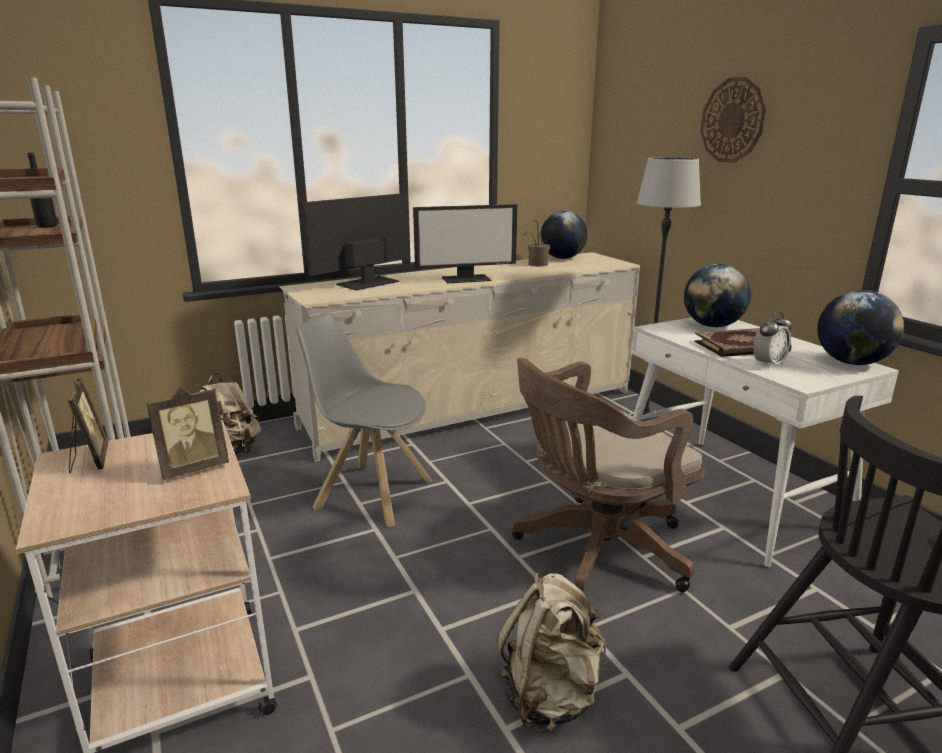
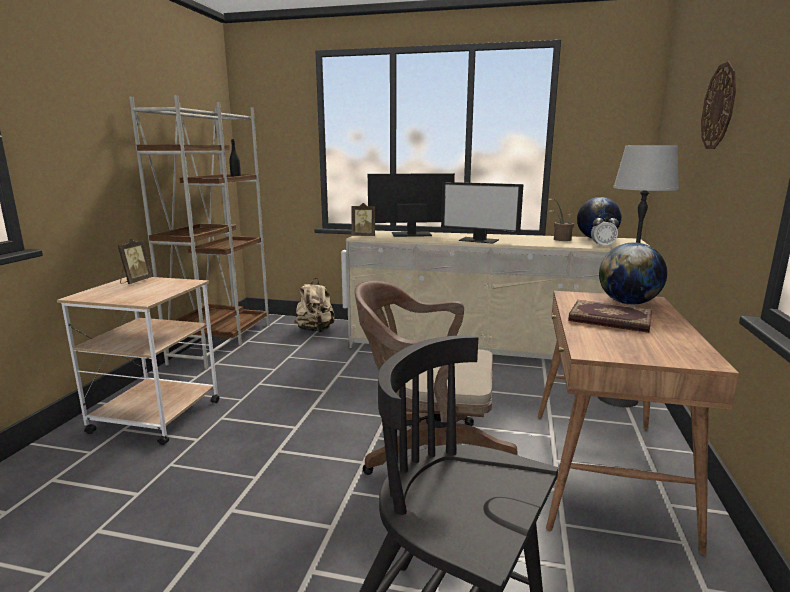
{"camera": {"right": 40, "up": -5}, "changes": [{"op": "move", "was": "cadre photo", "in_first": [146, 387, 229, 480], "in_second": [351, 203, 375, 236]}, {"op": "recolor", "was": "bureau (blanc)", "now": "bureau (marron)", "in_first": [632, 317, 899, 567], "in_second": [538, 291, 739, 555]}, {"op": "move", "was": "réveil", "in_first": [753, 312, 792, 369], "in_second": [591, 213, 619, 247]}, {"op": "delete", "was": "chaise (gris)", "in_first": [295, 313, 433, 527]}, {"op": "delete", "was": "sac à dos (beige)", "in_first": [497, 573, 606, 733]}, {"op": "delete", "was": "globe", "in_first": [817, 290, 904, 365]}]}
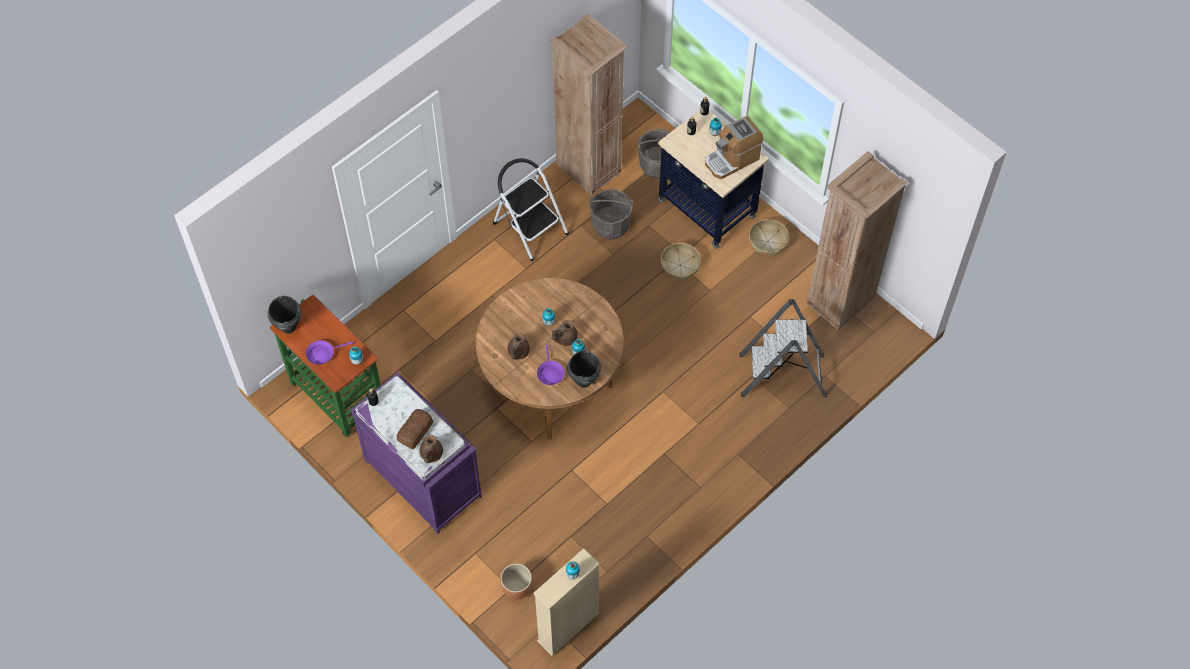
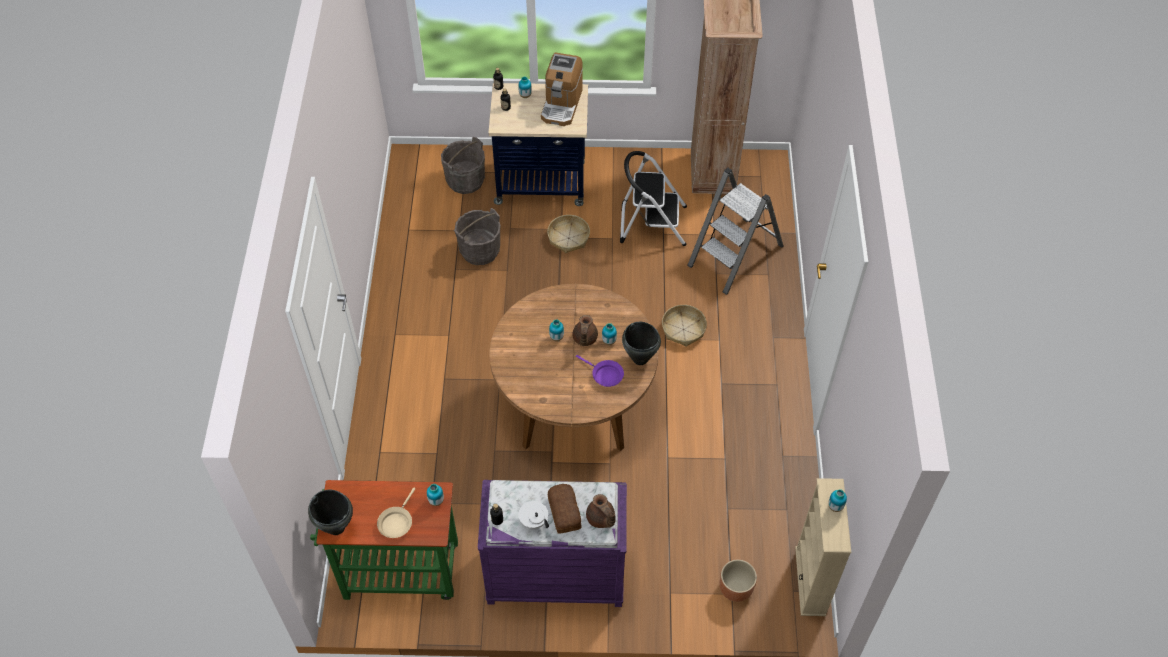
{"camera": {"right": -45, "up": -5}, "changes": [{"op": "recolor", "was": "poêle (violet)", "now": "poêle (beige)", "in_first": [306, 340, 353, 365], "in_second": [377, 487, 415, 538]}, {"op": "insert", "now": "théière (blanc)", "in_second": [516, 500, 549, 529]}, {"op": "move", "was": "escabeau", "in_first": [493, 158, 569, 261], "in_second": [620, 151, 687, 246]}, {"op": "move", "was": "panier", "in_first": [749, 219, 789, 256], "in_second": [662, 305, 707, 347]}, {"op": "delete", "was": "théière (marron)", "in_first": [507, 333, 530, 360]}, {"op": "delete", "was": "meuble de rangement (marron)", "in_first": [550, 13, 627, 195]}]}
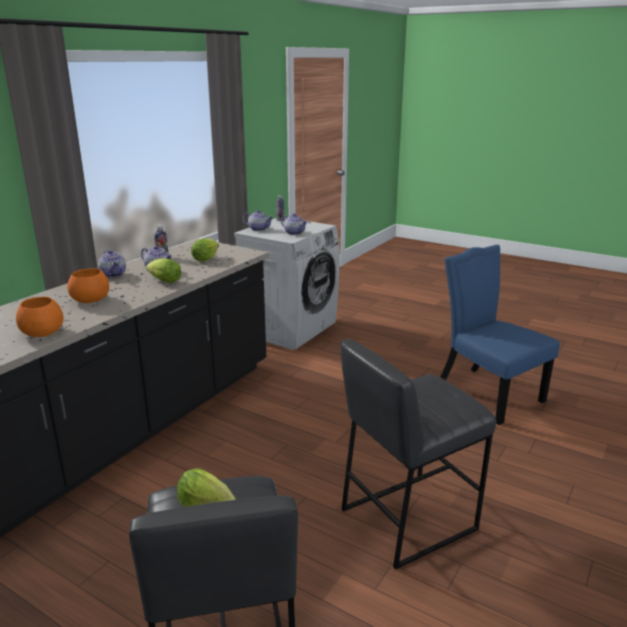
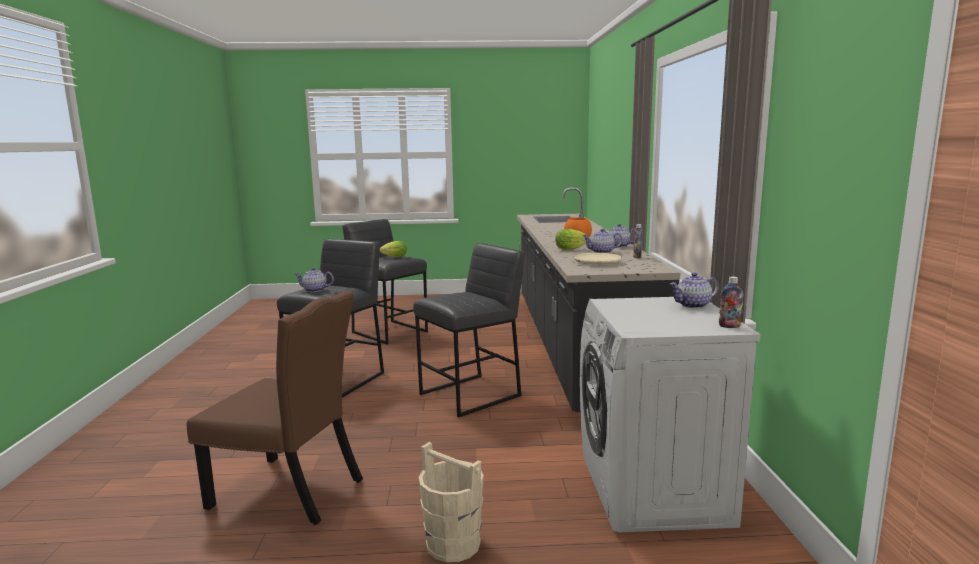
{"camera": {"right": 145, "up": -10}, "changes": [{"op": "recolor", "was": "chaise (bleu)", "now": "chaise (marron)", "in_first": [440, 245, 560, 425], "in_second": [187, 291, 363, 525]}, {"op": "move", "was": "théière", "in_first": [281, 213, 308, 235], "in_second": [295, 268, 334, 292]}, {"op": "insert", "now": "tabouret (gris)", "in_second": [413, 243, 525, 418]}, {"op": "insert", "now": "seau (beige)", "in_second": [418, 442, 484, 562]}, {"op": "replace", "was": "laitue", "now": "assiette (beige)", "in_first": [191, 238, 219, 261], "in_second": [574, 253, 622, 264]}, {"op": "delete", "was": "bol (orange)", "in_first": [16, 297, 64, 337]}]}
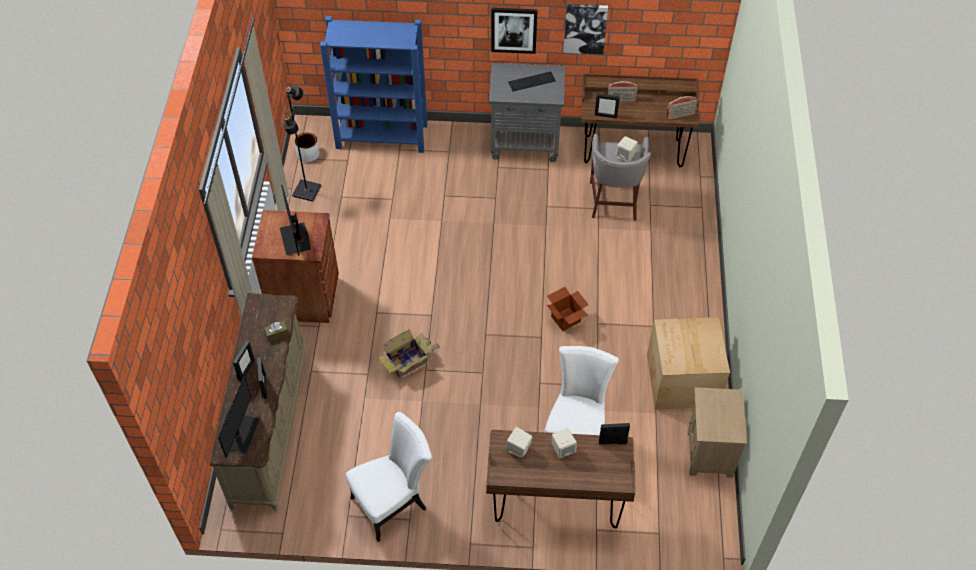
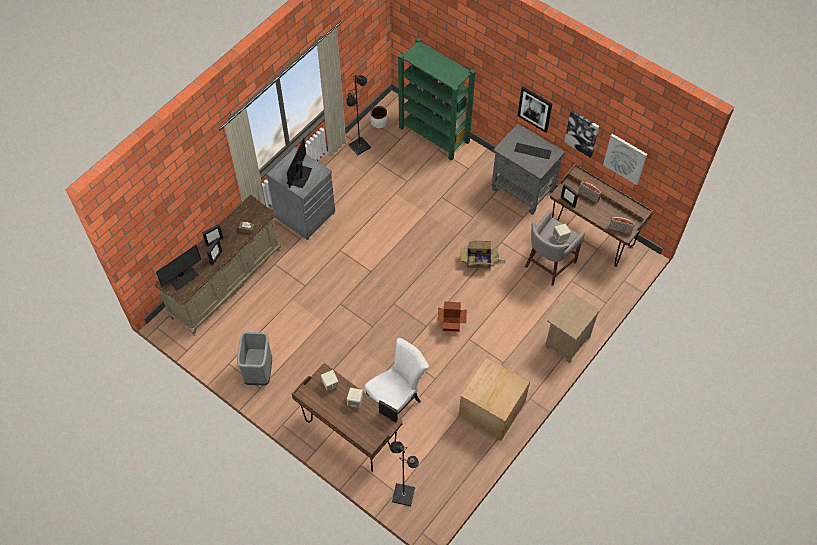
{"camera": {"right": 35, "up": 5}, "changes": [{"op": "replace", "was": "chaise (blanc)", "now": "poubelle (gris)", "in_first": [346, 412, 432, 542], "in_second": [237, 332, 272, 386]}, {"op": "recolor", "was": "commode (marron)", "now": "commode (gris)", "in_first": [252, 210, 339, 323], "in_second": [266, 147, 335, 240]}, {"op": "insert", "now": "lampadaire (noir)", "in_second": [390, 441, 419, 506]}, {"op": "recolor", "was": "bibliothèque (bleu)", "now": "bibliothèque (vert)", "in_first": [320, 16, 427, 153], "in_second": [398, 37, 475, 161]}, {"op": "move", "was": "carton", "in_first": [378, 329, 440, 378], "in_second": [461, 241, 505, 268]}, {"op": "move", "was": "table de chevet (beige)", "in_first": [688, 387, 747, 478], "in_second": [545, 292, 600, 363]}, {"op": "insert", "now": "tableau", "in_second": [603, 134, 647, 185]}]}
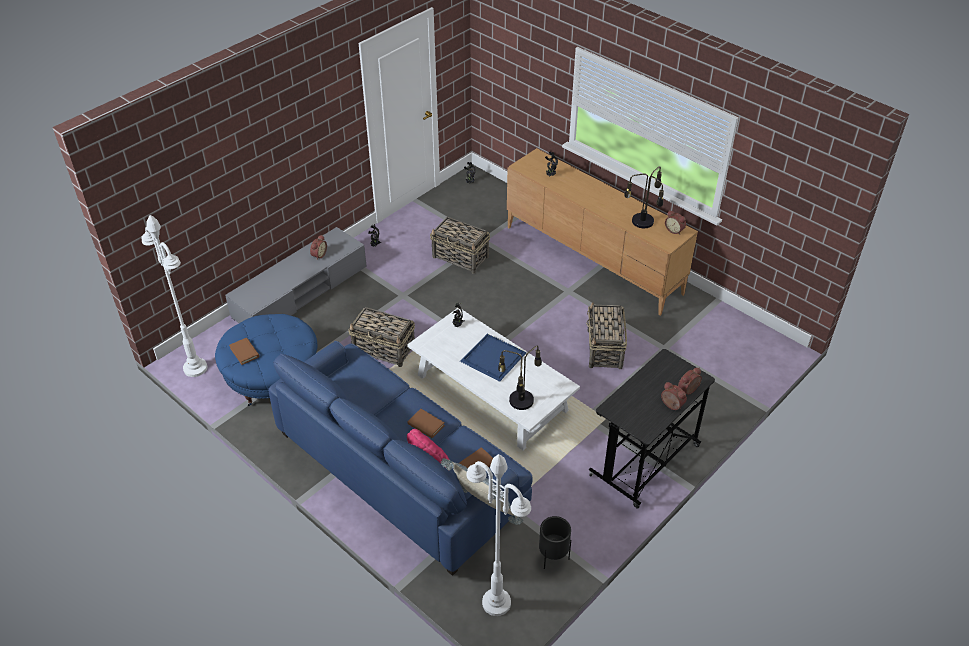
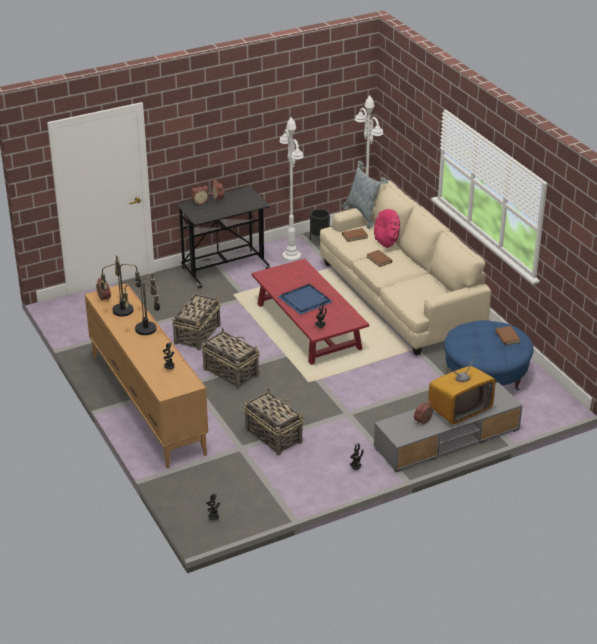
{"camera": {"right": -160, "up": -10}, "changes": [{"op": "move", "was": "lampe de table", "in_first": [498, 345, 542, 410], "in_second": [122, 273, 160, 335]}, {"op": "move", "was": "panier", "in_first": [348, 307, 415, 367], "in_second": [202, 327, 260, 389]}, {"op": "recolor", "was": "table basse (blanc)", "now": "table basse (rouge)", "in_first": [407, 308, 580, 450], "in_second": [252, 259, 369, 365]}, {"op": "move", "was": "lampadaire (blanc)", "in_first": [141, 215, 207, 377], "in_second": [279, 117, 304, 262]}, {"op": "recolor", "was": "canapé (bleu)", "now": "canapé (beige)", "in_first": [268, 341, 533, 576], "in_second": [320, 180, 491, 356]}, {"op": "insert", "now": "téléviseur", "in_second": [428, 355, 496, 425]}]}
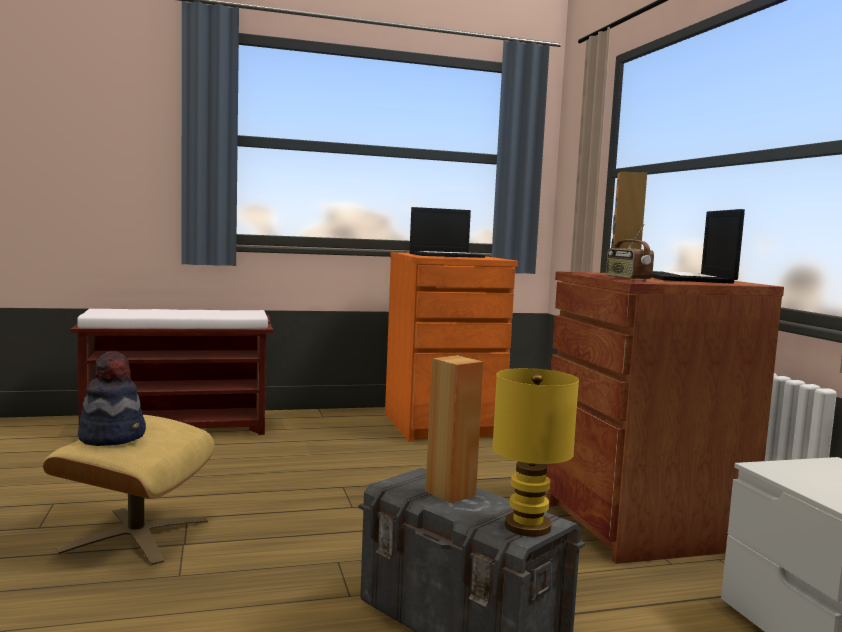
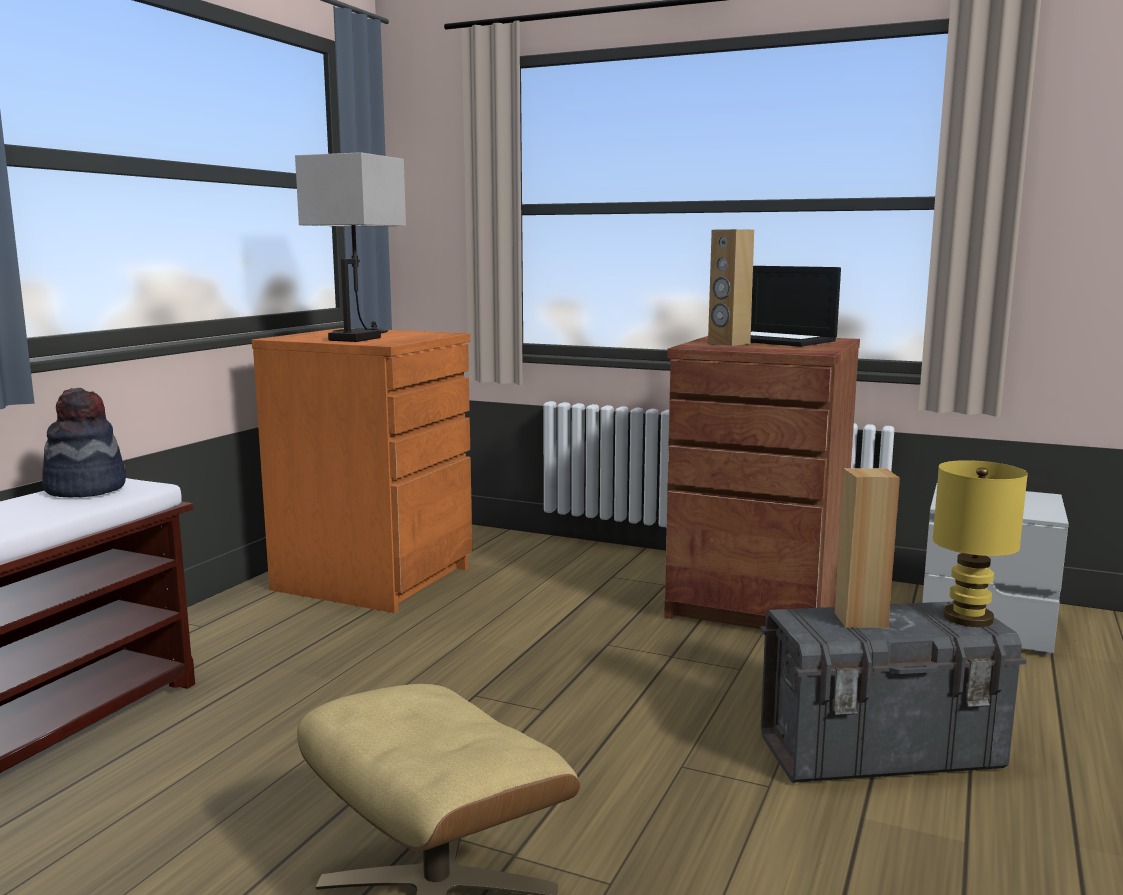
{"camera": {"right": -50, "up": 5}, "changes": [{"op": "move", "was": "chapeau", "in_first": [78, 351, 146, 446], "in_second": [42, 388, 126, 497]}, {"op": "replace", "was": "ordinateur portable", "now": "lampe de table", "in_first": [410, 207, 485, 258], "in_second": [295, 152, 406, 342]}, {"op": "delete", "was": "radio", "in_first": [606, 224, 654, 281]}]}
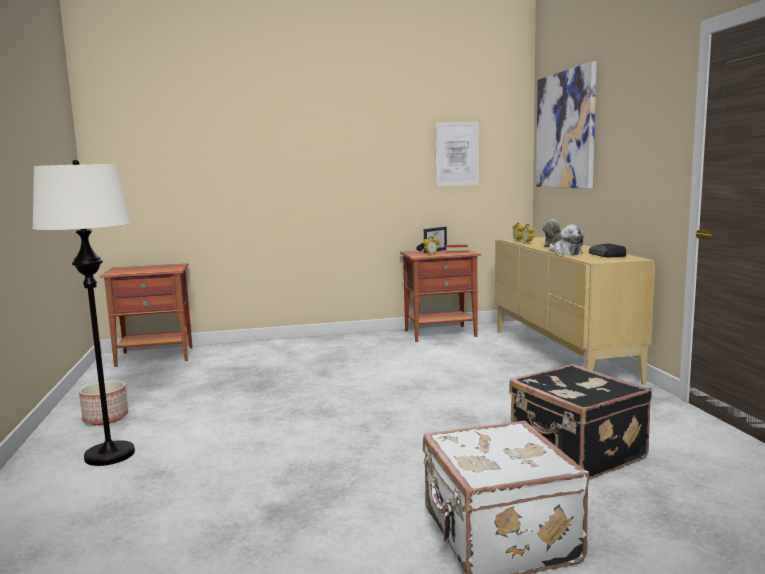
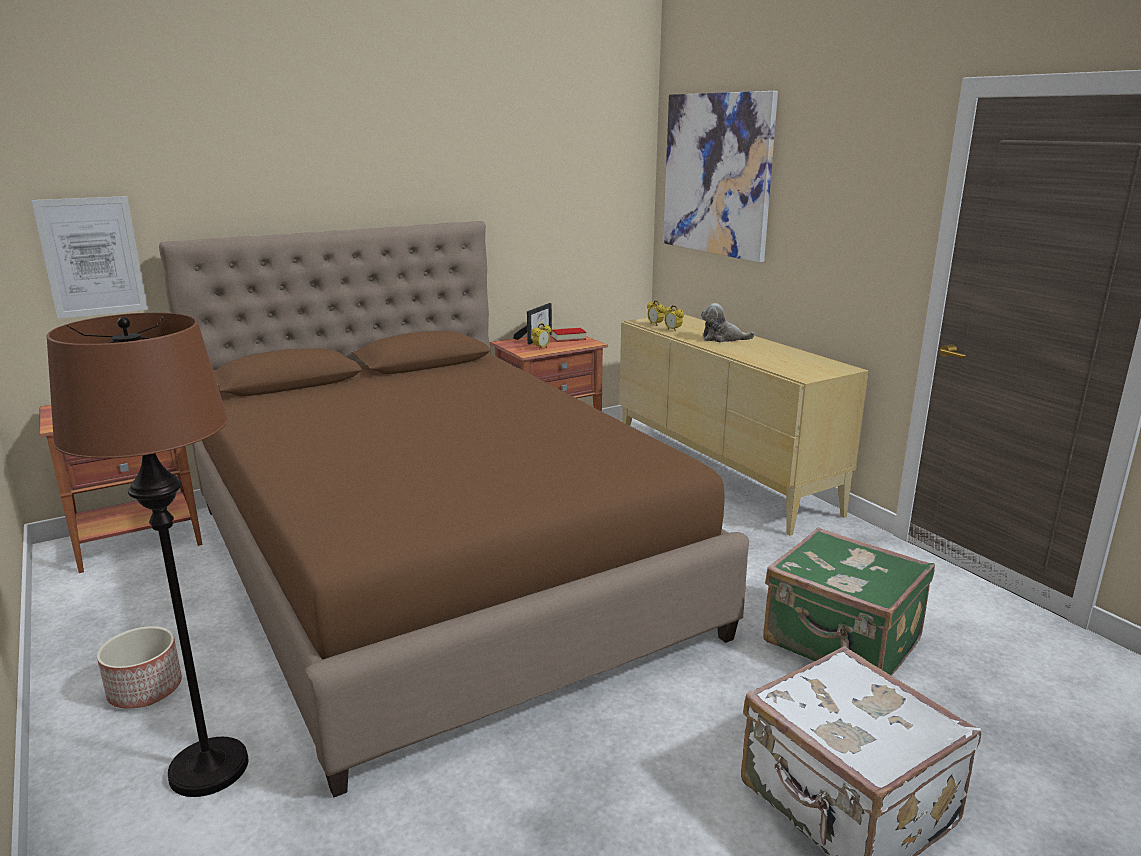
{"camera": {"right": -20, "up": 10}, "changes": [{"op": "move", "was": "tableau", "in_first": [435, 122, 479, 186], "in_second": [31, 196, 148, 319]}, {"op": "recolor", "was": "lampadaire (blanc)", "now": "lampadaire (marron)", "in_first": [32, 160, 135, 466], "in_second": [47, 313, 248, 797]}, {"op": "insert", "now": "lit (marron)", "in_second": [159, 221, 749, 798]}, {"op": "recolor", "was": "valise (noir)", "now": "valise (vert)", "in_first": [509, 364, 652, 480], "in_second": [763, 527, 935, 676]}, {"op": "delete", "was": "peluche", "in_first": [549, 224, 584, 255]}, {"op": "delete", "was": "radio", "in_first": [589, 243, 626, 257]}]}
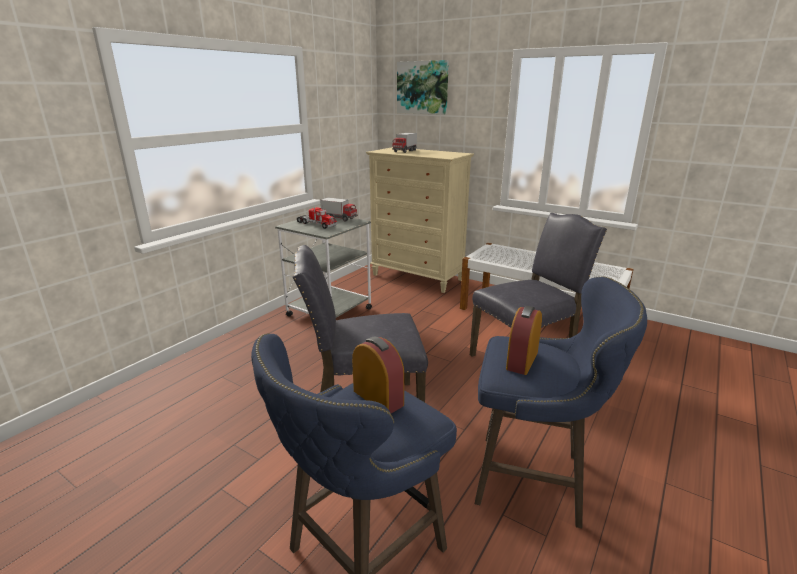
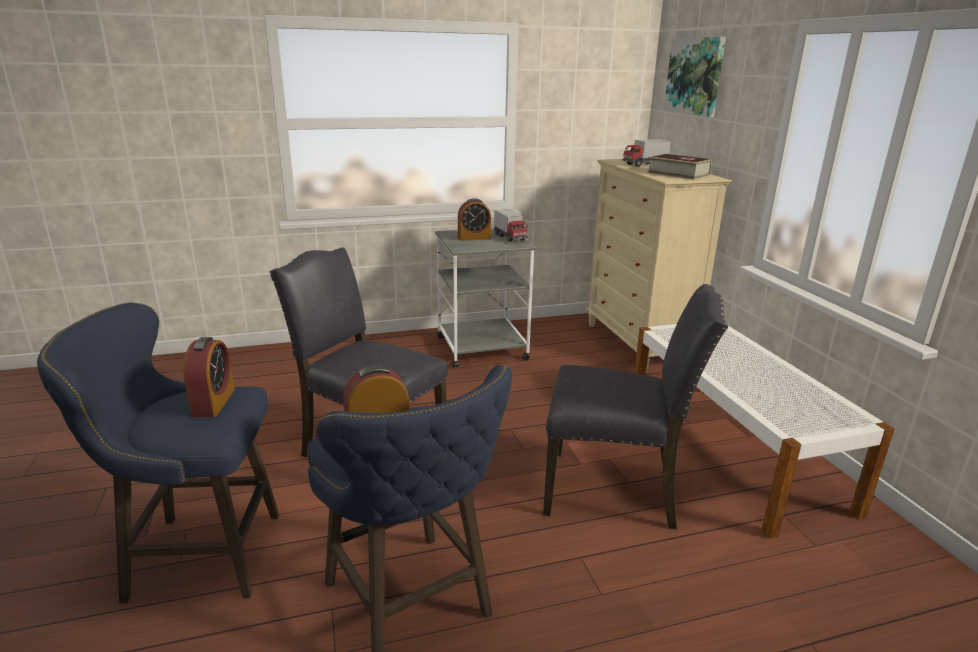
{"camera": {"right": 40, "up": 0}, "changes": [{"op": "replace", "was": "camion jouet", "now": "réveil", "in_first": [297, 205, 337, 229], "in_second": [458, 198, 491, 241]}, {"op": "insert", "now": "livre", "in_second": [647, 154, 712, 180]}]}
